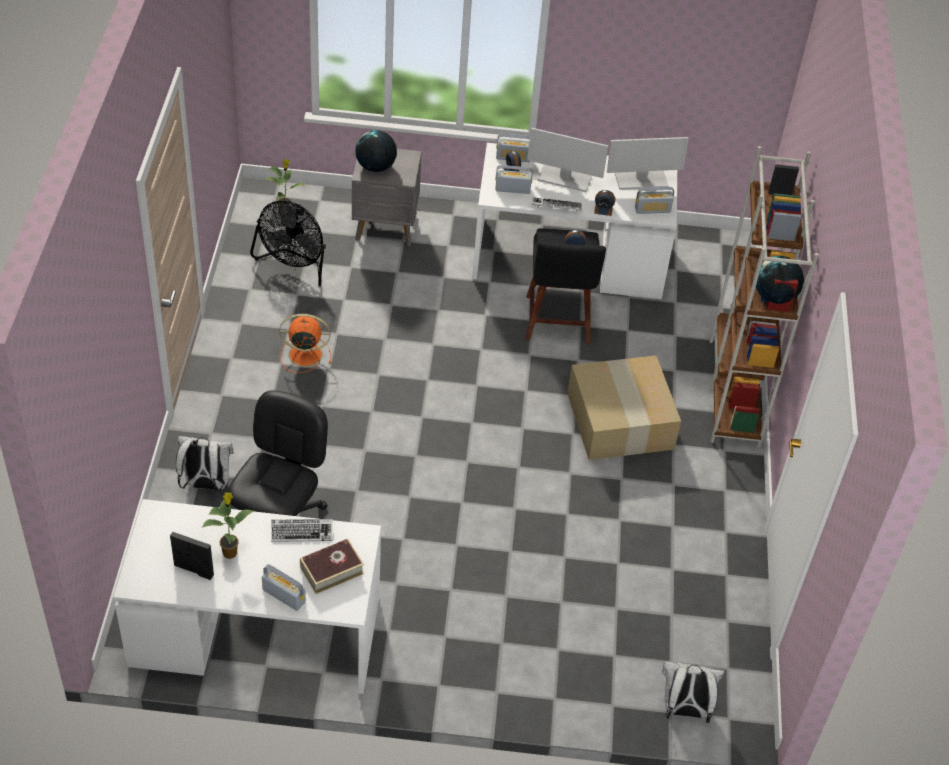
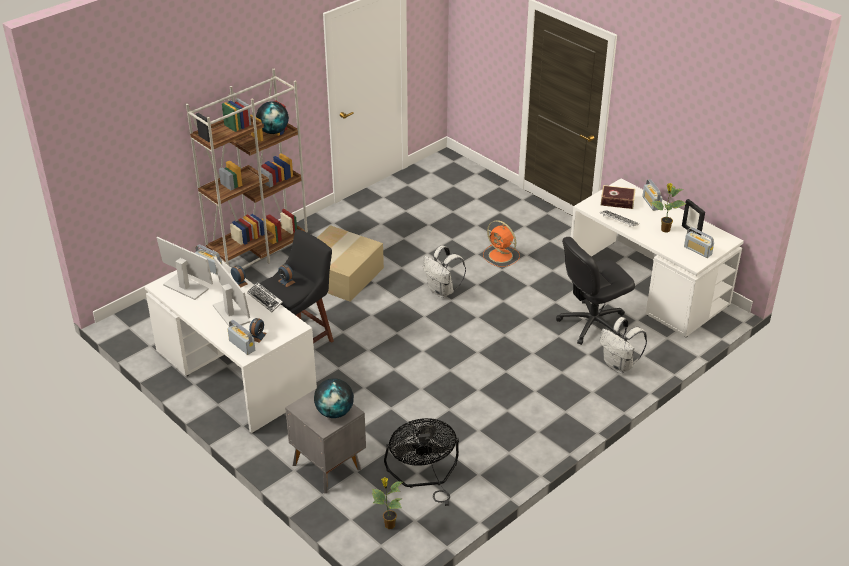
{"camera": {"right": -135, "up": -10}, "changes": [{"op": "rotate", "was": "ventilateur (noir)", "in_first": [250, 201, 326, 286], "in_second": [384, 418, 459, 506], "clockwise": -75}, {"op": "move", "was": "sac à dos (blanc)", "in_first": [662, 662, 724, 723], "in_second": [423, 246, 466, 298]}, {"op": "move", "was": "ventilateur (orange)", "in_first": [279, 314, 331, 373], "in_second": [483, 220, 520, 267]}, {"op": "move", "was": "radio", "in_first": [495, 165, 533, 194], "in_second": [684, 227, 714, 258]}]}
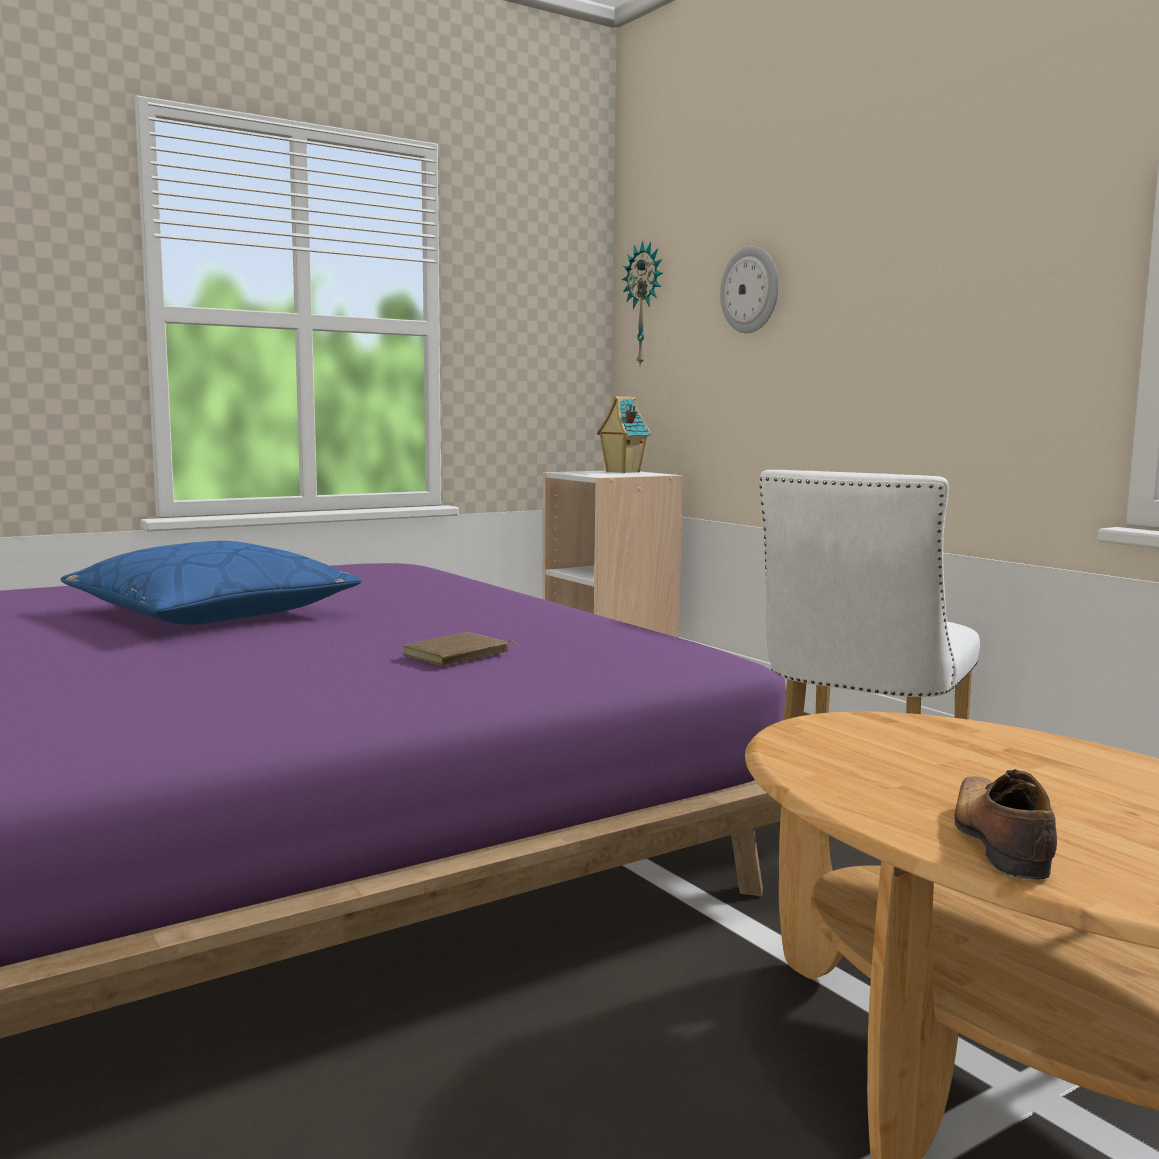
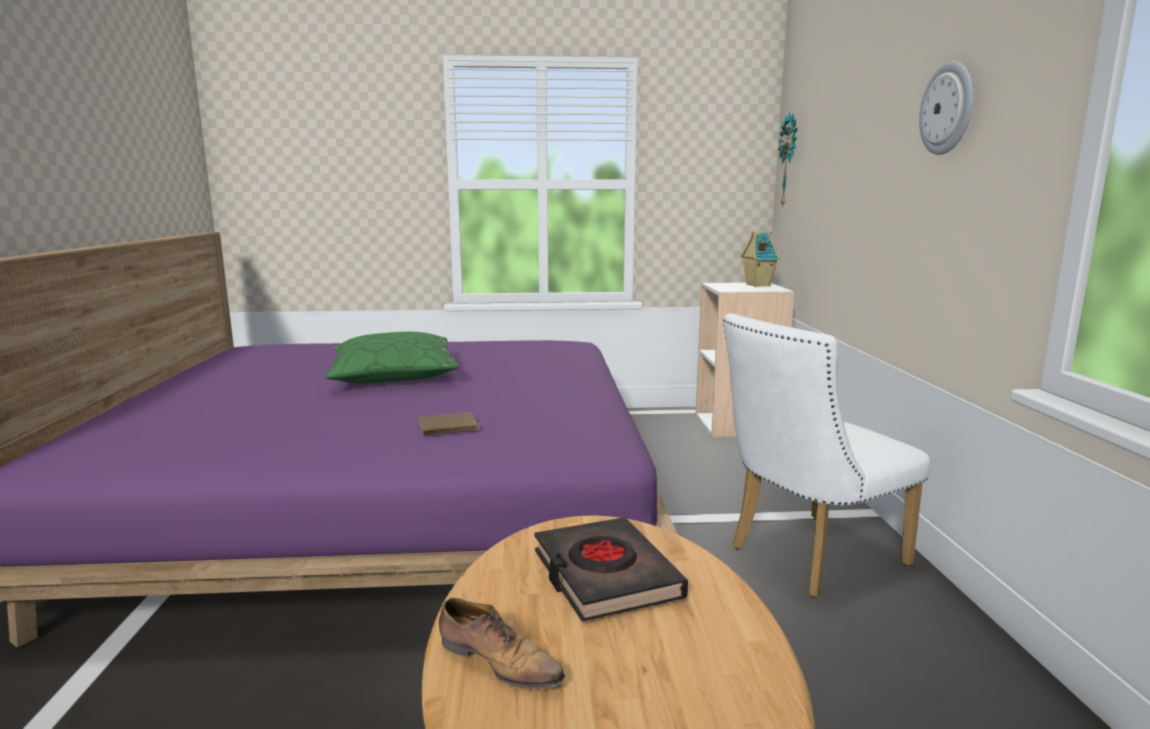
{"camera": {"right": 30, "up": 5}, "changes": [{"op": "recolor", "was": "coussin (bleu)", "now": "coussin (vert)", "in_first": [61, 541, 362, 625], "in_second": [325, 332, 459, 384]}, {"op": "rotate", "was": "chaussure", "in_first": [954, 769, 1057, 879], "in_second": [439, 598, 565, 688], "clockwise": 90}, {"op": "insert", "now": "livre (noir)", "in_second": [535, 517, 688, 622]}, {"op": "move", "was": "horloge murale", "in_first": [720, 246, 779, 333], "in_second": [919, 61, 973, 155]}]}
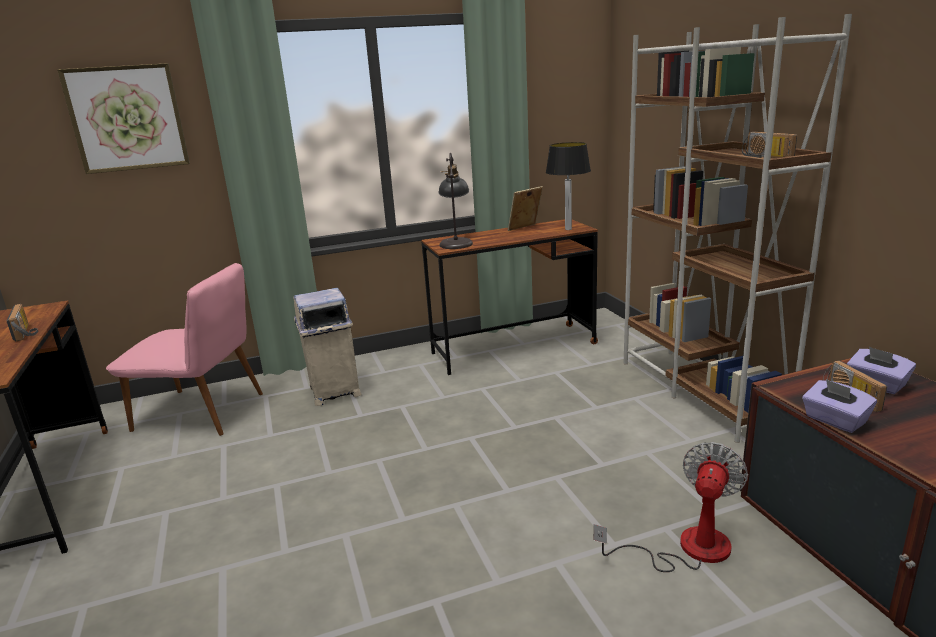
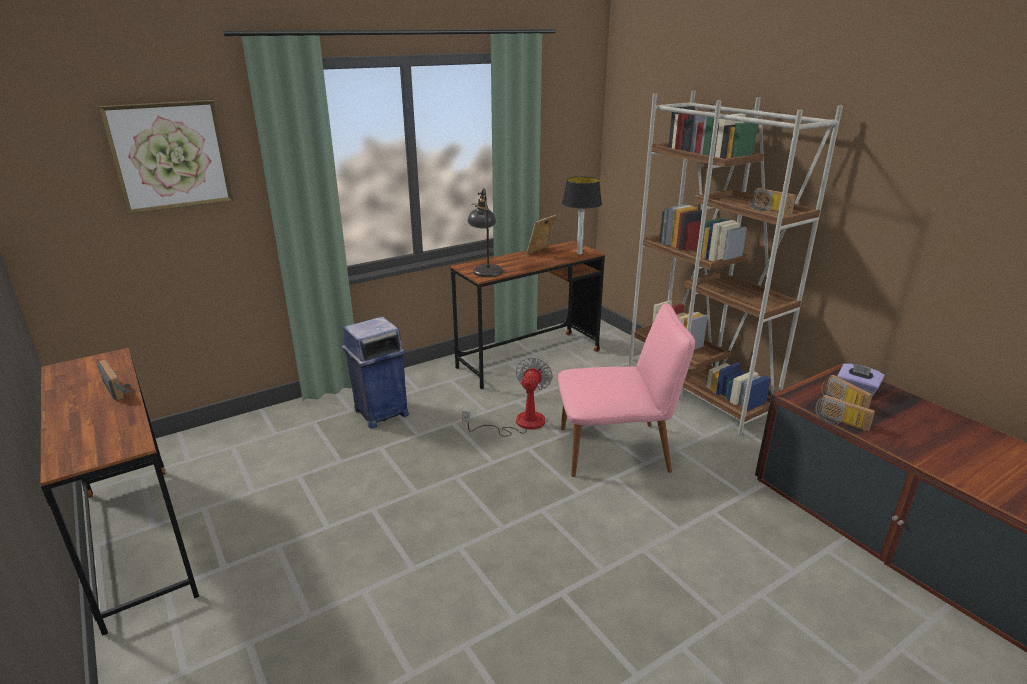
{"camera": {"right": -15, "up": 5}, "changes": [{"op": "recolor", "was": "poubelle (beige)", "now": "poubelle (bleu)", "in_first": [293, 288, 361, 406], "in_second": [342, 316, 409, 428]}, {"op": "move", "was": "ventilateur", "in_first": [594, 442, 748, 572], "in_second": [462, 357, 553, 437]}, {"op": "move", "was": "chaise (rose)", "in_first": [106, 263, 263, 436], "in_second": [558, 303, 695, 477]}, {"op": "replace", "was": "boîte à mouchoirs (violet)", "now": "radio", "in_first": [802, 379, 877, 433], "in_second": [815, 395, 875, 431]}]}
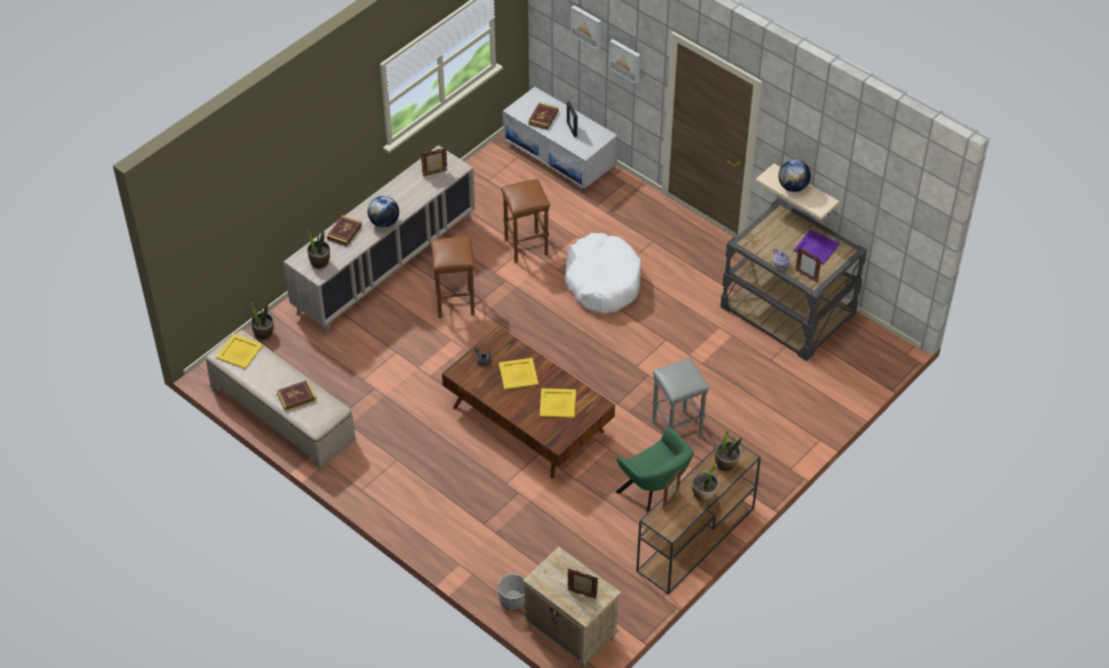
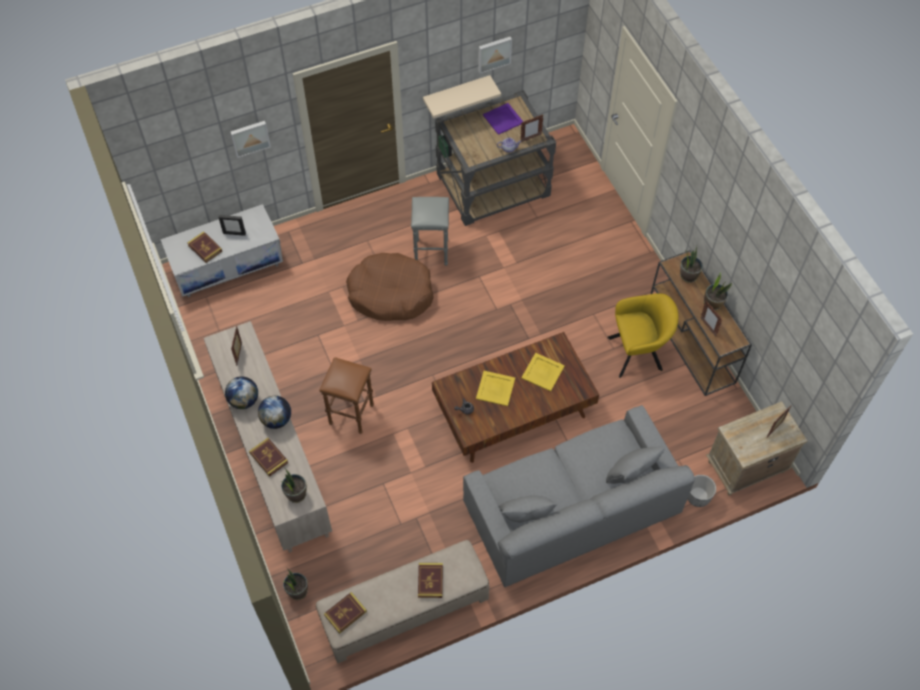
{"camera": {"right": -65, "up": 10}, "changes": [{"op": "move", "was": "globe", "in_first": [778, 160, 811, 192], "in_second": [225, 376, 258, 409]}, {"op": "replace", "was": "plateau (jaune)", "now": "livre", "in_first": [216, 334, 263, 369], "in_second": [324, 592, 367, 634]}, {"op": "recolor", "was": "panier pour chien (blanc)", "now": "panier pour chien (marron)", "in_first": [565, 233, 641, 313], "in_second": [346, 253, 433, 321]}, {"op": "move", "was": "tabouret (gris)", "in_first": [652, 358, 709, 437], "in_second": [411, 197, 449, 266]}, {"op": "insert", "now": "canapé (gris)", "in_second": [463, 405, 695, 587]}, {"op": "move", "was": "tableau", "in_first": [571, 5, 601, 50], "in_second": [478, 37, 512, 74]}, {"op": "recolor", "was": "fauteuil (vert)", "now": "fauteuil (jaune)", "in_first": [616, 428, 694, 513], "in_second": [607, 293, 678, 378]}, {"op": "delete", "was": "tabouret (marron)", "in_first": [501, 179, 550, 263]}]}
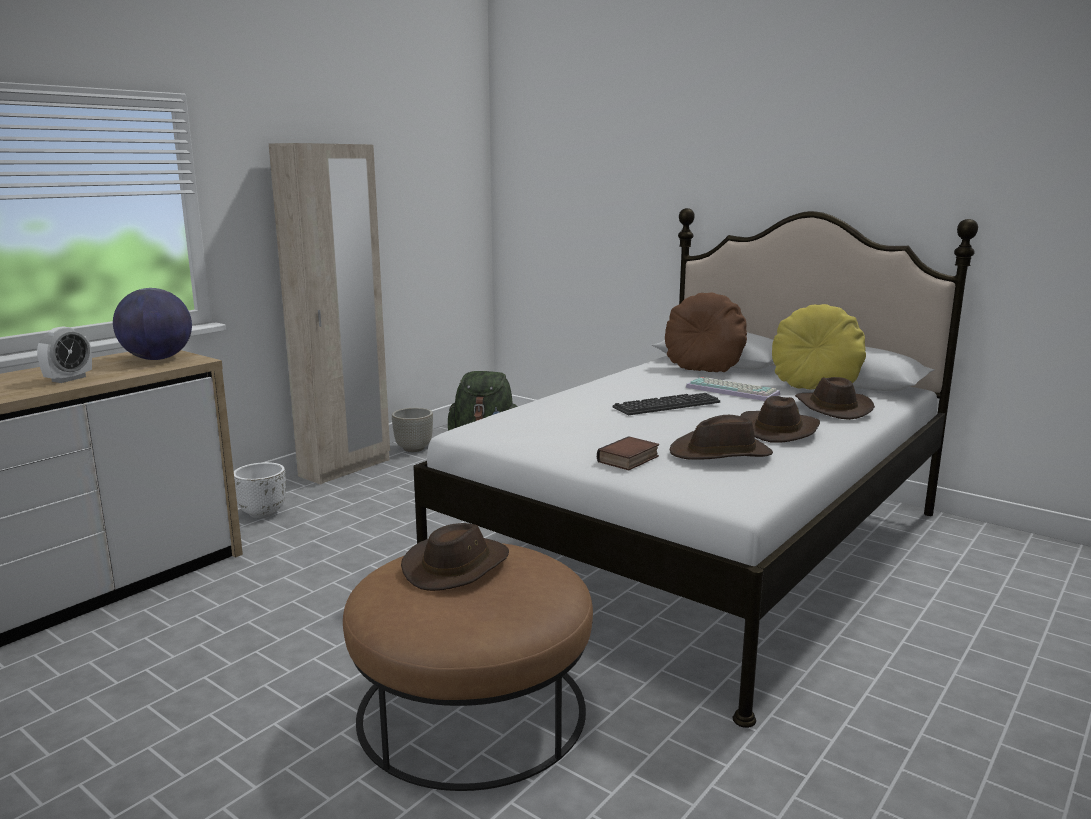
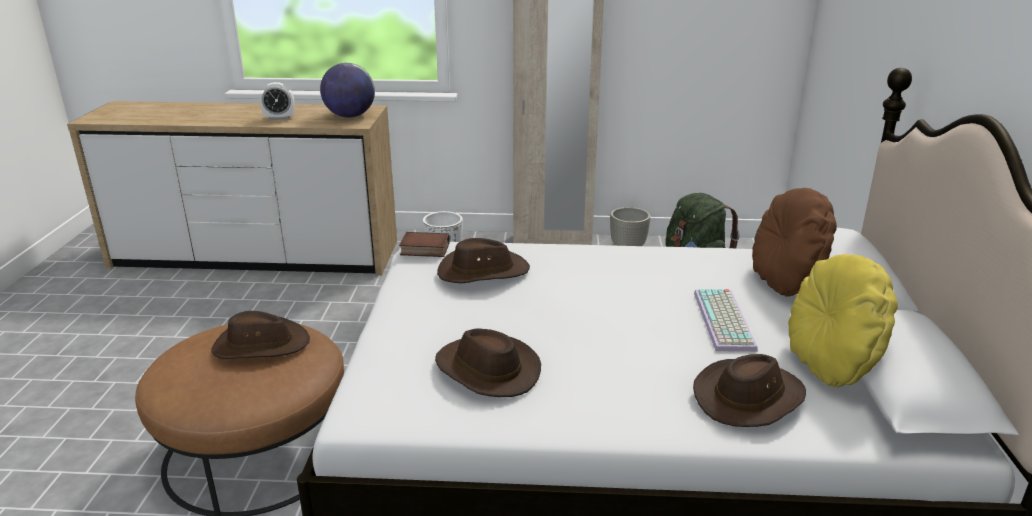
{"camera": {"right": 55, "up": 10}, "changes": [{"op": "move", "was": "livre", "in_first": [597, 436, 659, 471], "in_second": [399, 232, 450, 257]}, {"op": "move", "was": "chapeau (marron)", "in_first": [740, 396, 820, 443], "in_second": [437, 238, 530, 283]}, {"op": "delete", "was": "clavier", "in_first": [612, 393, 720, 415]}]}
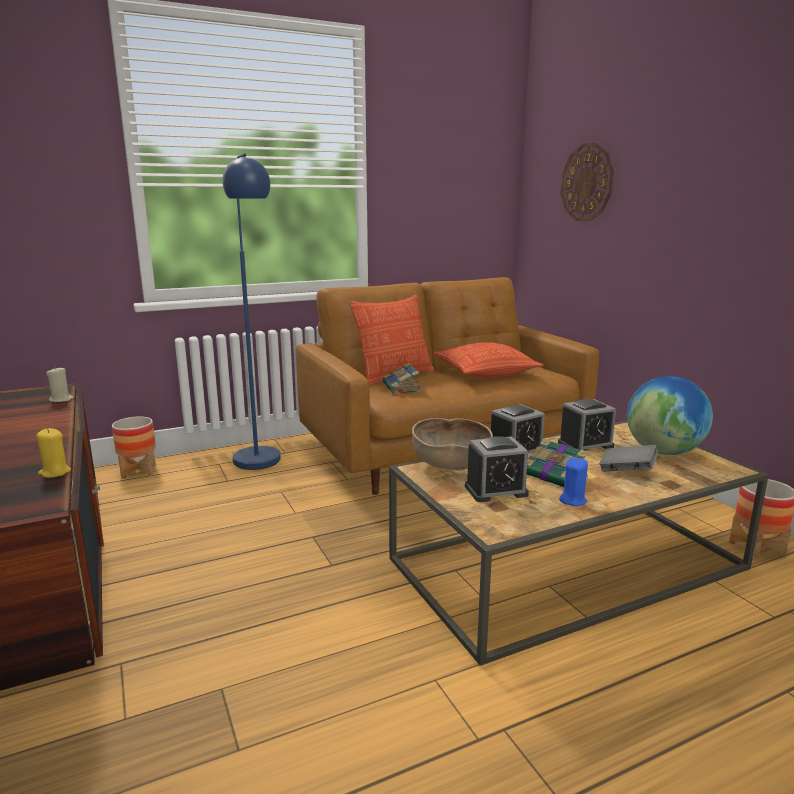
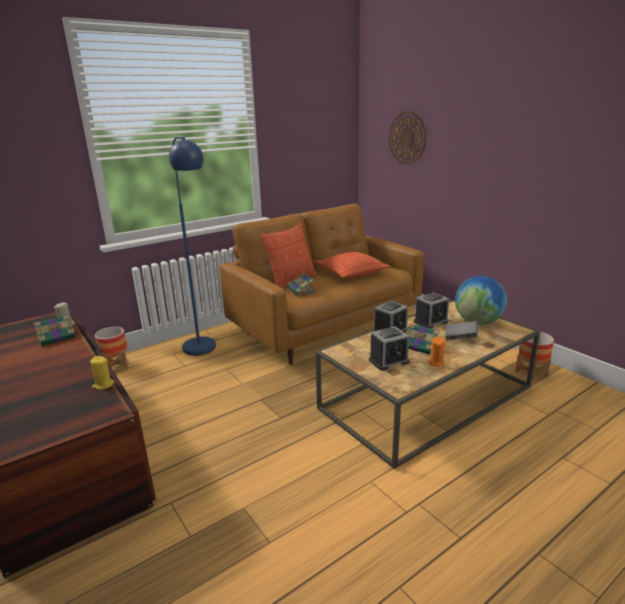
{"camera": {"right": -10, "up": 5}, "changes": [{"op": "insert", "now": "livre", "in_second": [34, 315, 81, 346]}, {"op": "recolor", "was": "bougie (bleu)", "now": "bougie (orange)", "in_first": [559, 458, 588, 506], "in_second": [428, 337, 445, 367]}, {"op": "delete", "was": "bol (marron)", "in_first": [412, 418, 493, 470]}]}
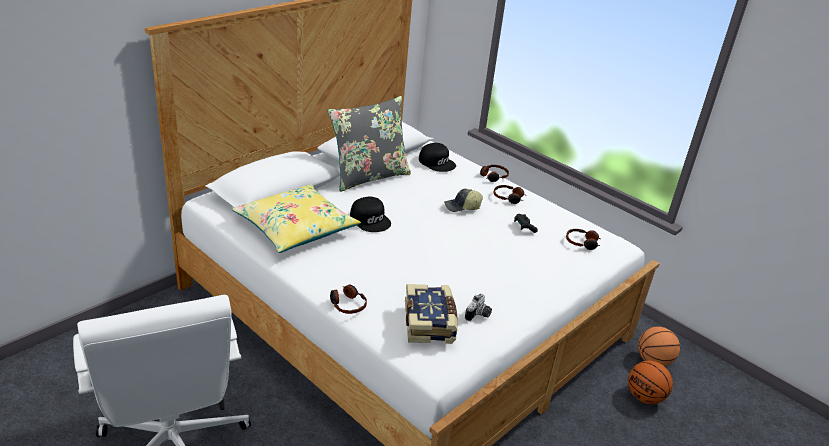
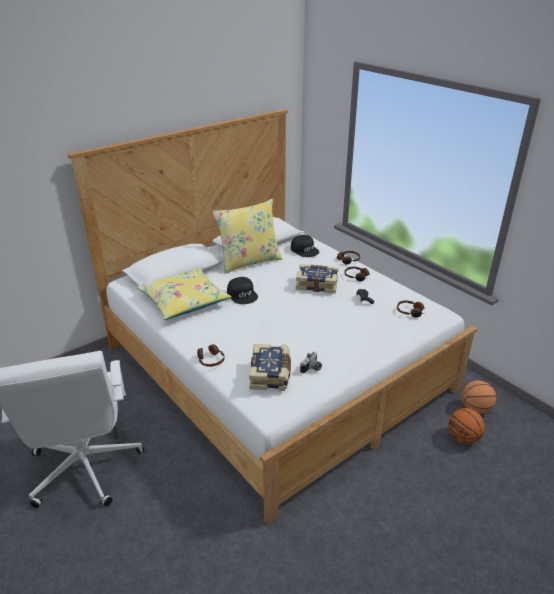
{"camera": {"right": 10, "up": 0}, "changes": [{"op": "recolor", "was": "coussin (gris)", "now": "coussin (jaune)", "in_first": [328, 96, 411, 192], "in_second": [212, 199, 282, 274]}, {"op": "replace", "was": "casquette", "now": "livre", "in_first": [444, 189, 483, 212], "in_second": [296, 264, 338, 293]}]}
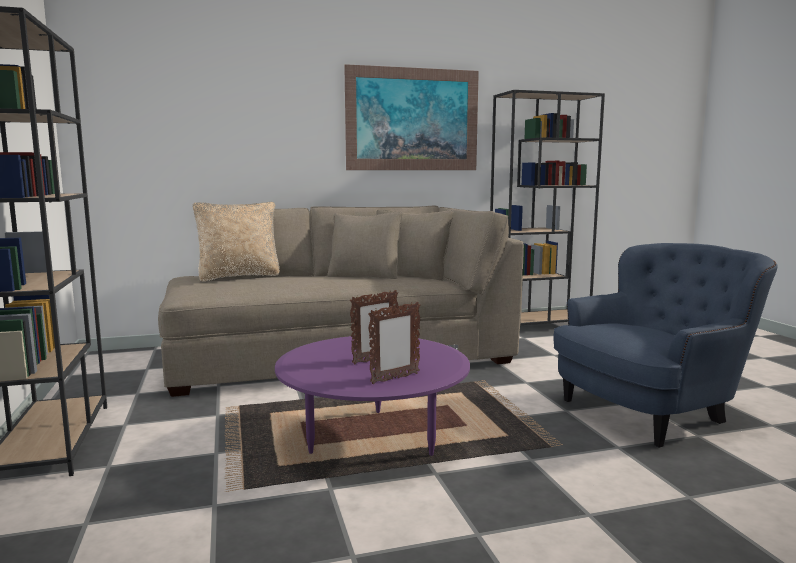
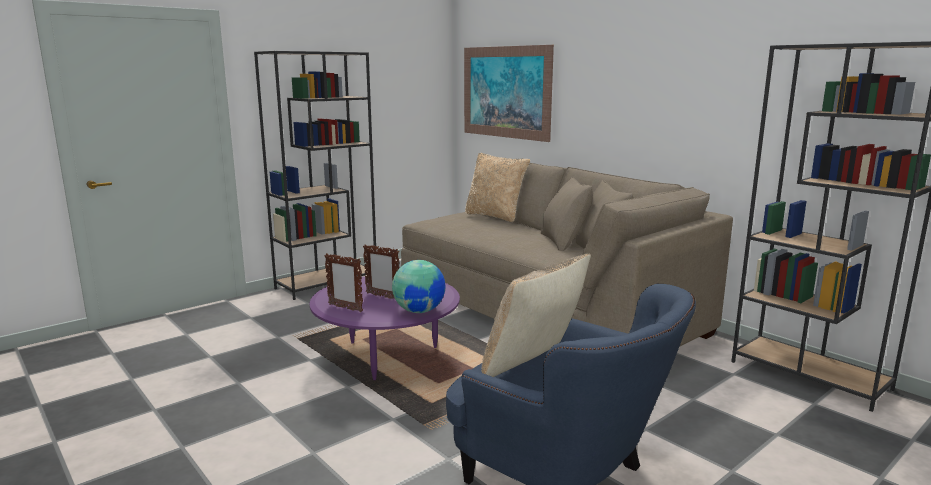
{"camera": {"right": 65, "up": 5}, "changes": [{"op": "insert", "now": "globe", "in_second": [392, 260, 446, 313]}, {"op": "move", "was": "tableau", "in_first": [344, 64, 479, 170], "in_second": [464, 45, 554, 142]}, {"op": "insert", "now": "coussin (beige)", "in_second": [481, 253, 591, 377]}]}
